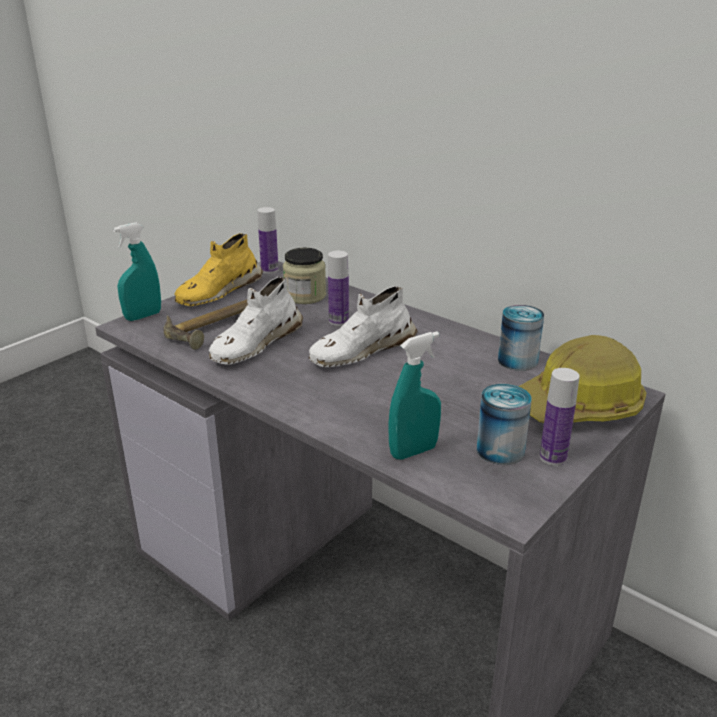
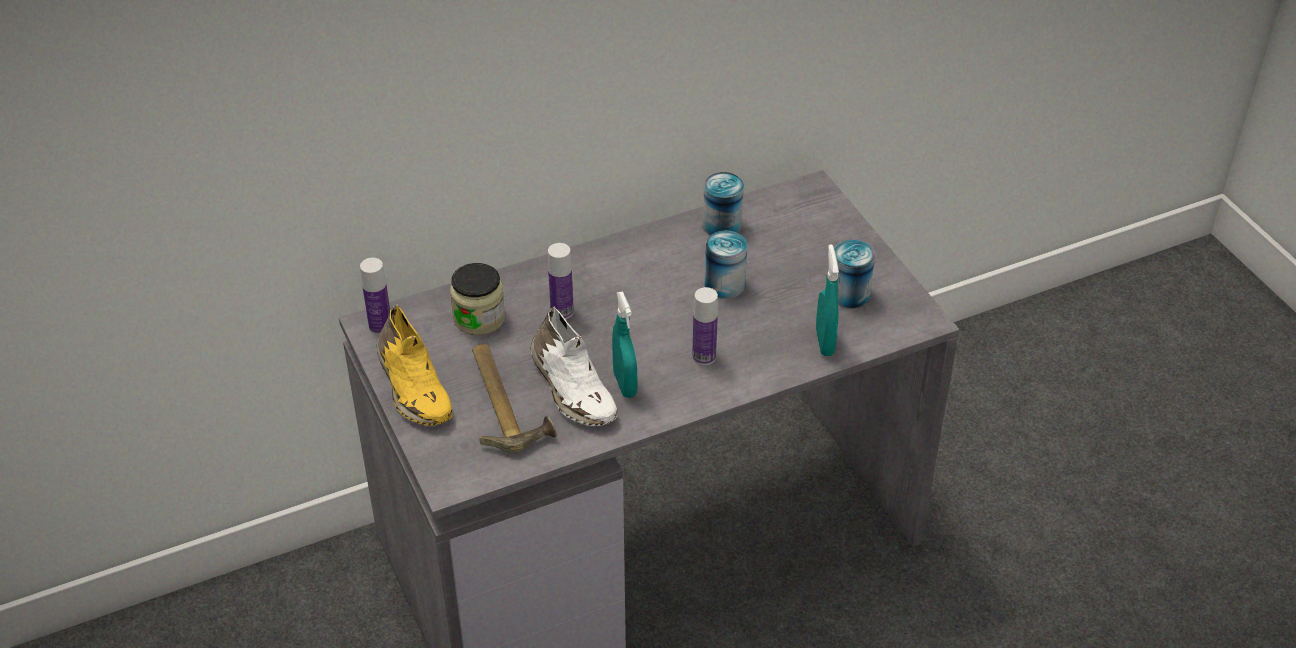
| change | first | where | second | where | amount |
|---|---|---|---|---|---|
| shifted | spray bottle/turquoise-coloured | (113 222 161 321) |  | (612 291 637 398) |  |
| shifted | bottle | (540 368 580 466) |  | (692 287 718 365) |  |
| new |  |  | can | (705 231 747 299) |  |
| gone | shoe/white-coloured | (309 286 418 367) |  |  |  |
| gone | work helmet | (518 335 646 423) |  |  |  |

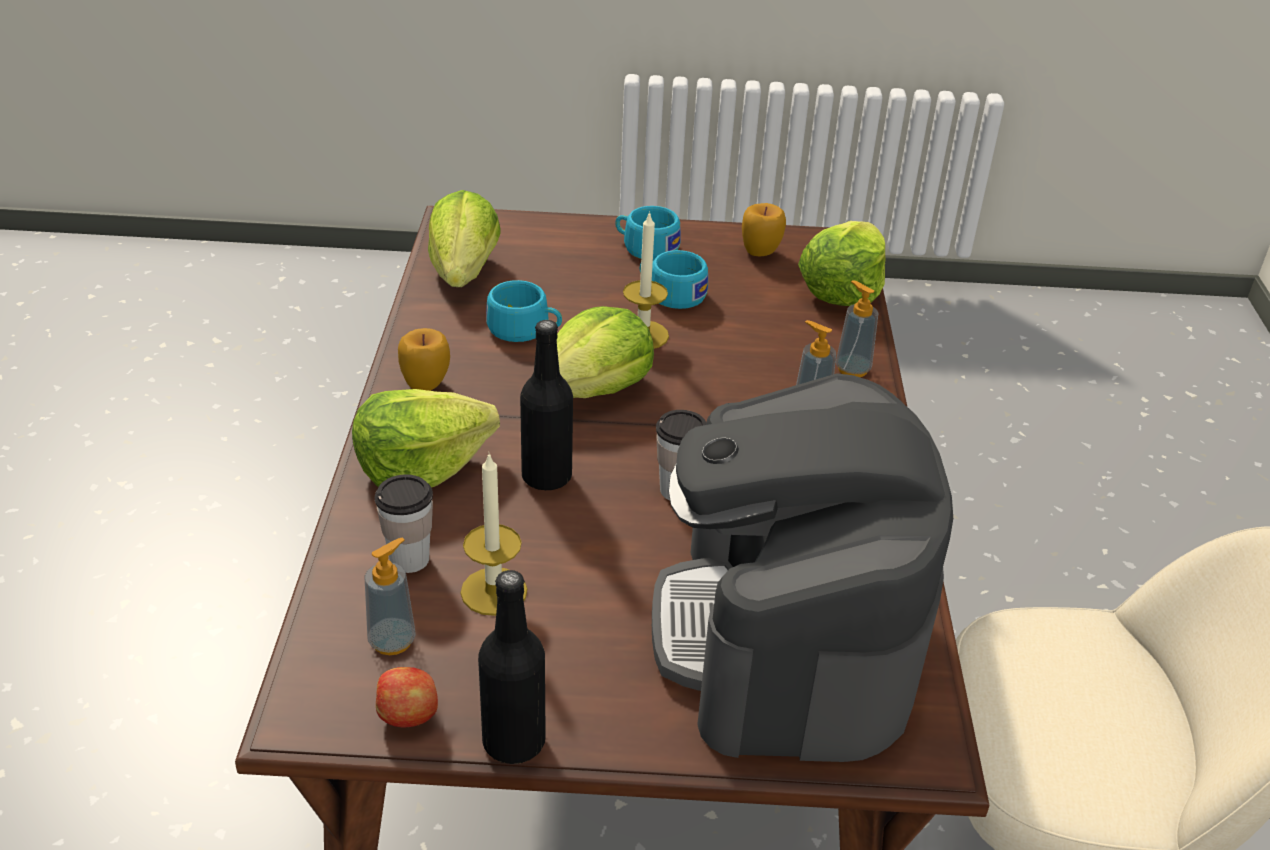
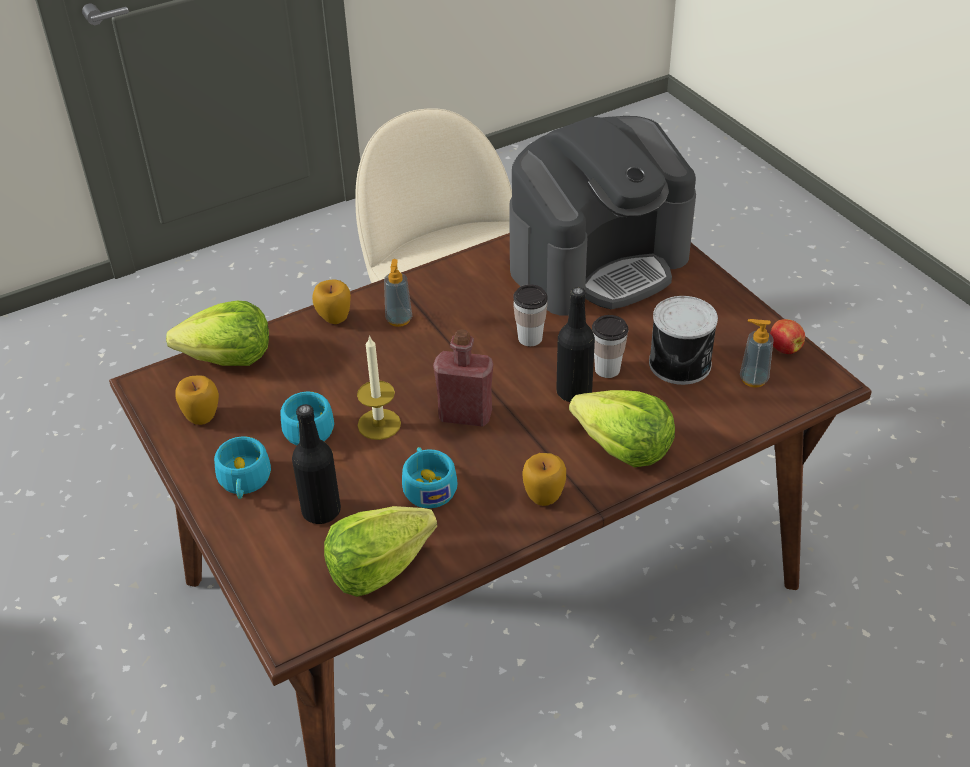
| change | first | where | second | where | amount |
|---|---|---|---|---|---|
| shifted | bottle/blackish | (478 570 546 764) |  | (292 404 341 524) |  |
| swapped | liquid soap bottle | (836 280 878 377) | apple | (312 280 351 324) |  |
| swapped | lettuce | (557 306 654 398) | bottle/red-coloured | (433 329 493 427) |  |
| shifted | drinking cup | (375 474 433 573) |  | (592 315 628 378) |  |
| swapped | wax candle | (461 452 527 616) | can | (649 296 718 385) |  |

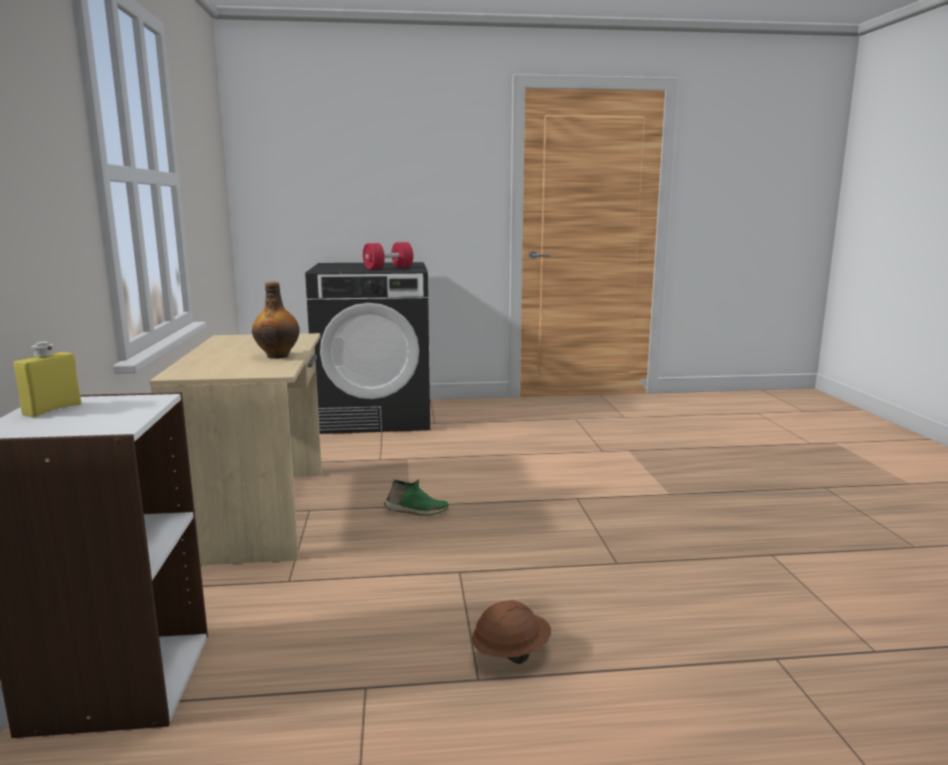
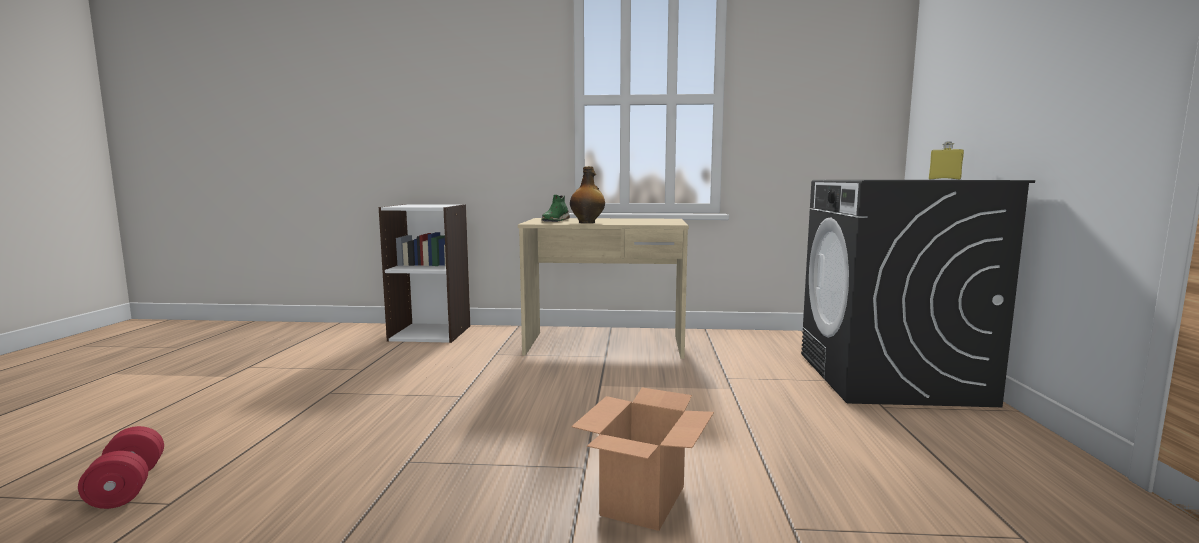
| change | first | where | second | where | amount |
|---|---|---|---|---|---|
| shifted | hand weight/red-coloured | (363 242 413 269) |  | (78 426 164 509) |  |
| shifted | shoe/green | (384 479 448 516) |  | (541 194 570 222) |  |
| new |  |  | cardboard box | (571 387 714 531) |  |
| shifted | bottle/yellowish | (14 342 81 417) |  | (929 142 964 179) |  |
| gone | work helmet/brown | (472 600 551 664) |  |  |  |

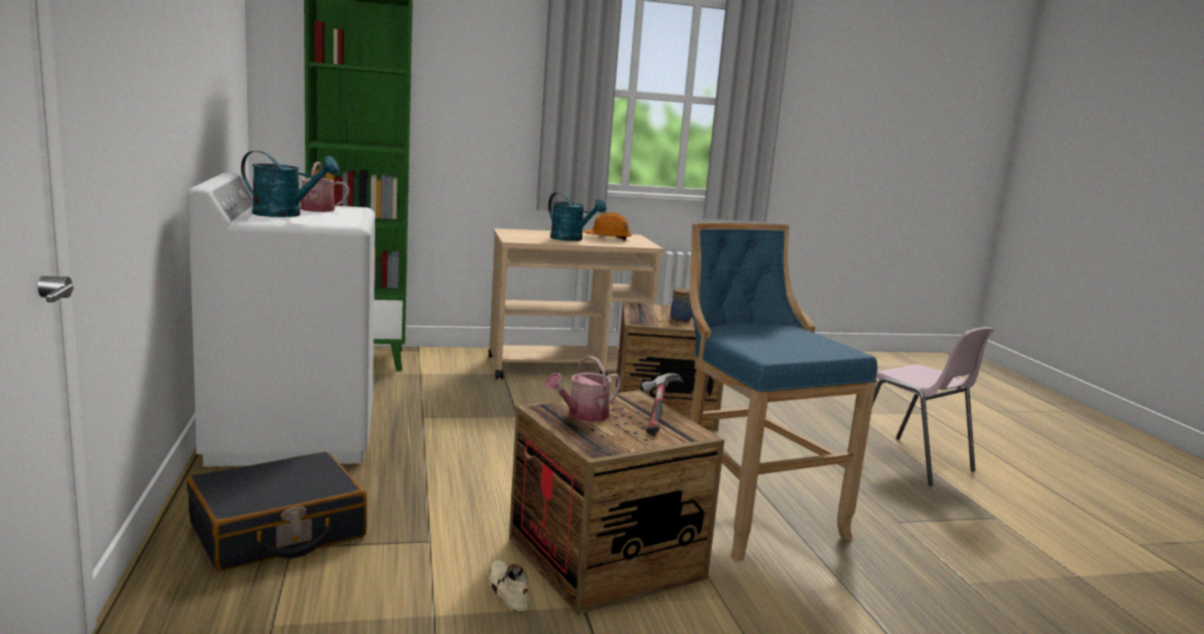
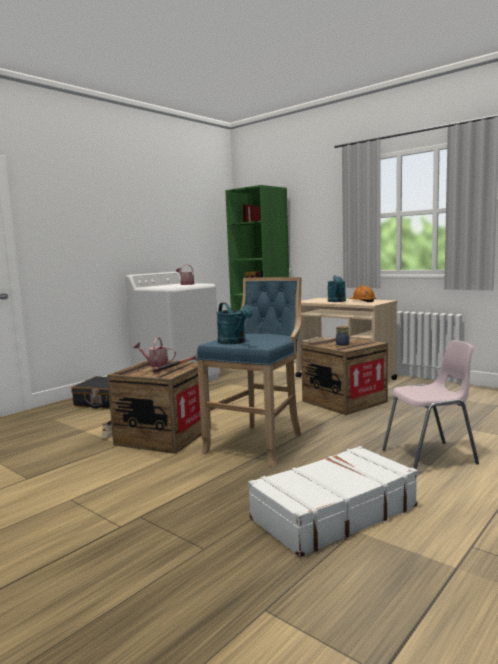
| change | first | where | second | where | amount |
|---|---|---|---|---|---|
| shifted | watering pot/turquoise-coloured | (241 151 340 217) |  | (216 302 253 344) |  |
| new |  |  | travel case/white-coloured | (248 446 418 557) |  |
| rotated | upright chair/pinkish | (872 327 993 486) |  | (383 340 479 469) | 120 degrees counterclockwise |

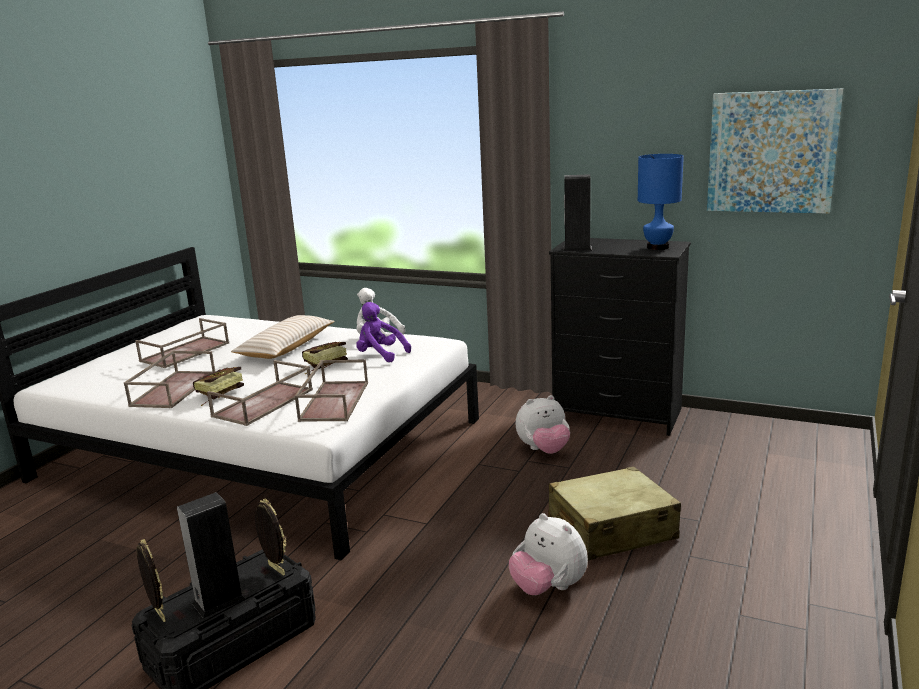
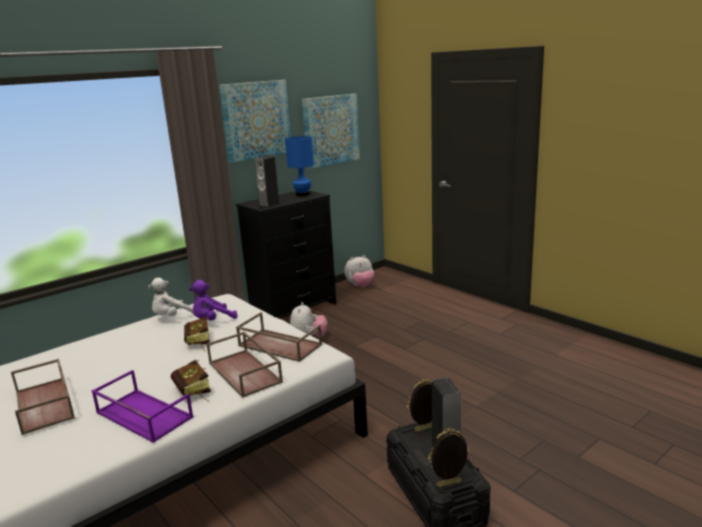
| change | first | where | second | where | amount |
|---|---|---|---|---|---|
| repainted | tray/brown | (124 351 215 408) | tray/purple | (91 370 193 443) |  |
| new |  |  | picture | (219 80 291 163) |  |
| shifted | soft toy | (509 513 588 595) |  | (344 255 374 287) |  |
| gone | cushion/beige | (231 315 335 359) |  |  |  |
| gone | travel case/beige | (548 466 681 561) |  |  |  |

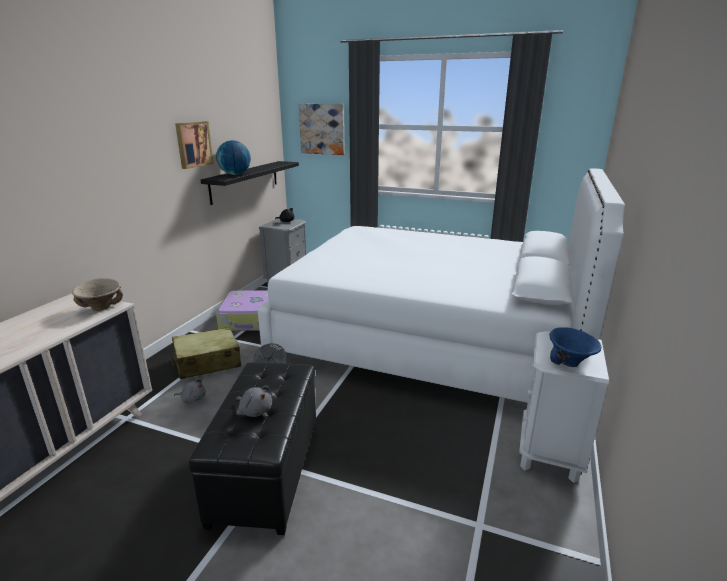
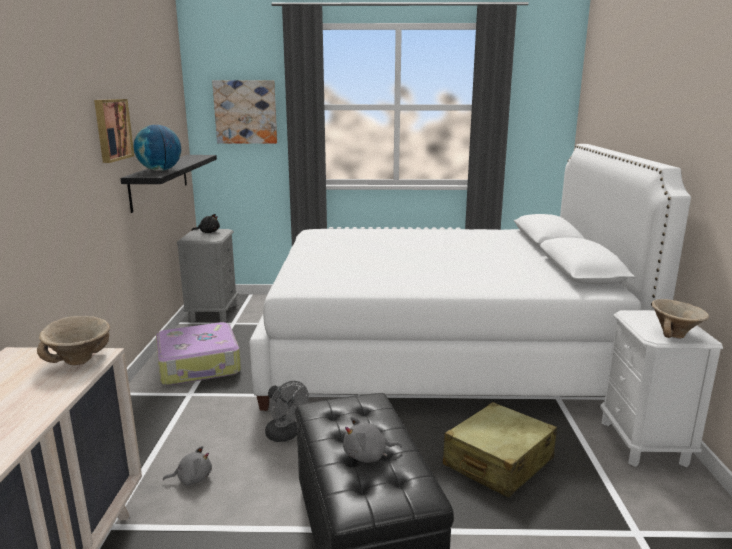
| change | first | where | second | where | amount |
|---|---|---|---|---|---|
| rotated | soft toy/grey | (236 386 272 417) |  | (343 417 402 463) | 150 degrees clockwise |
| shifted | travel case/beige | (170 327 241 379) |  | (443 402 557 498) |  |
| repainted | bowl/blue | (549 327 602 367) | bowl/beige | (652 299 709 338) |  |

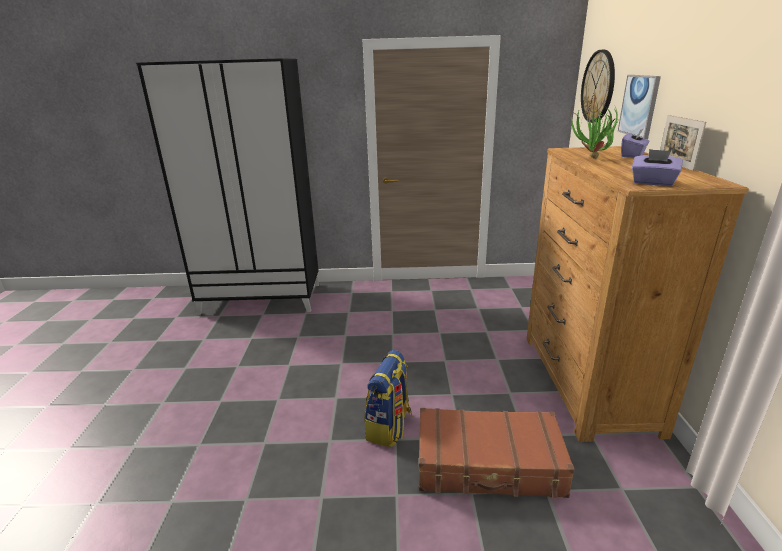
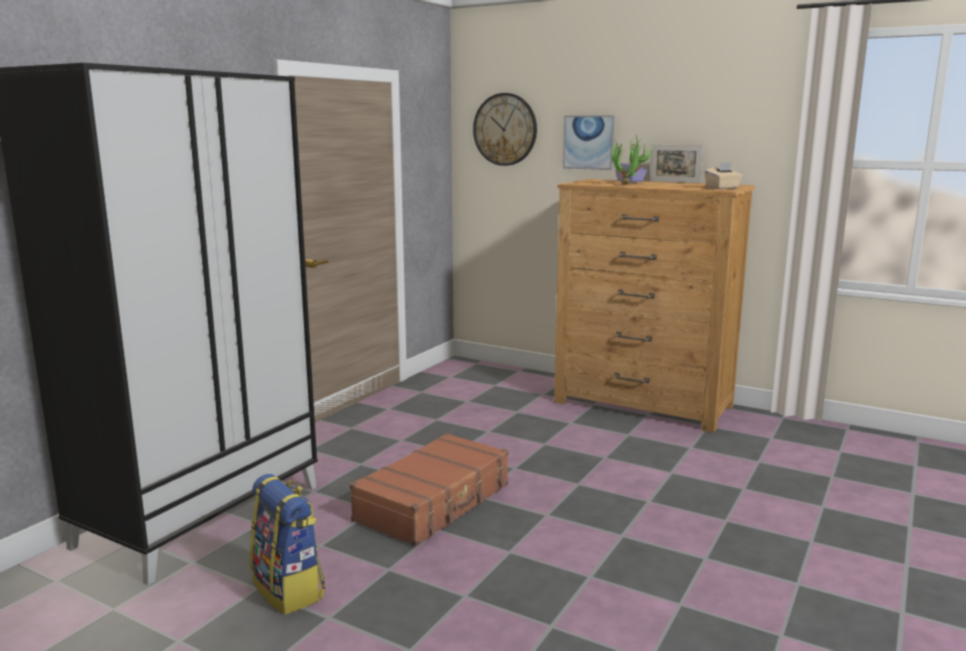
| change | first | where | second | where | amount |
|---|---|---|---|---|---|
| shifted | backpack | (365 350 413 447) |  | (250 474 325 615) |  |
| shifted | travel case/brown | (419 408 575 498) |  | (350 433 508 546) |  |
| repainted | box of tissues/purple | (632 149 683 186) | box of tissues/beige | (705 162 743 189) |  |

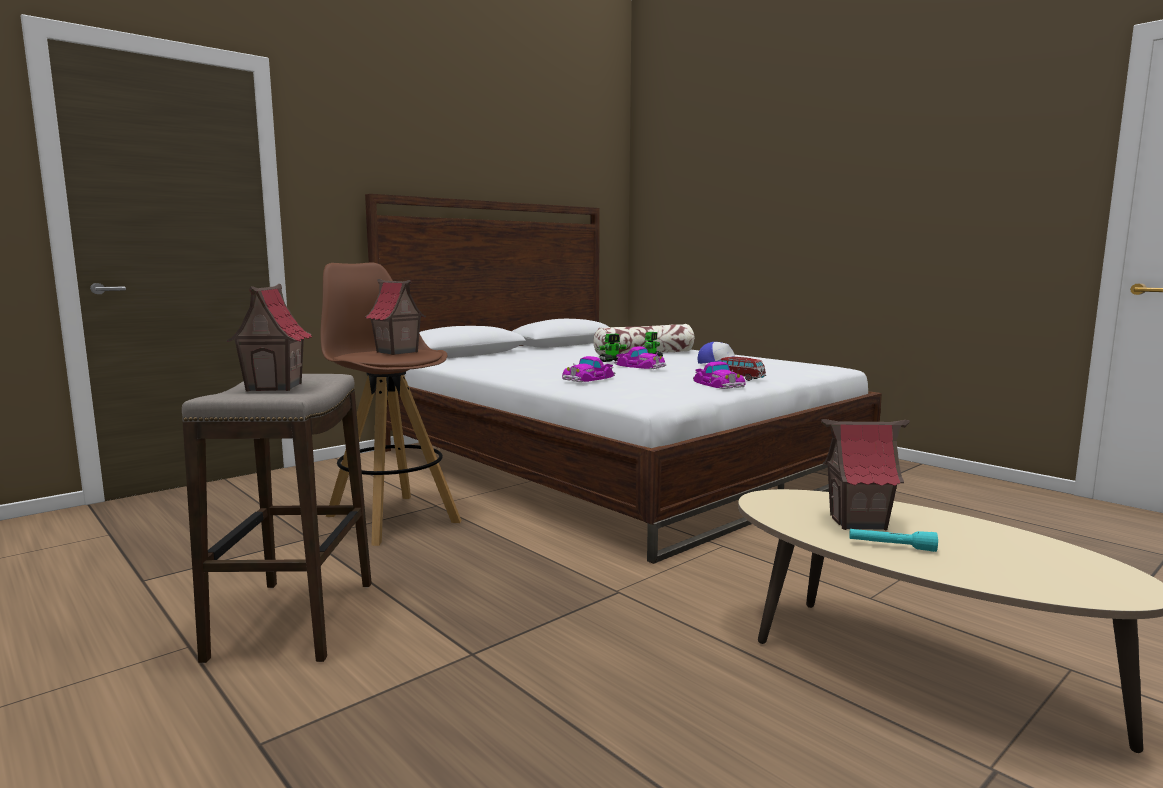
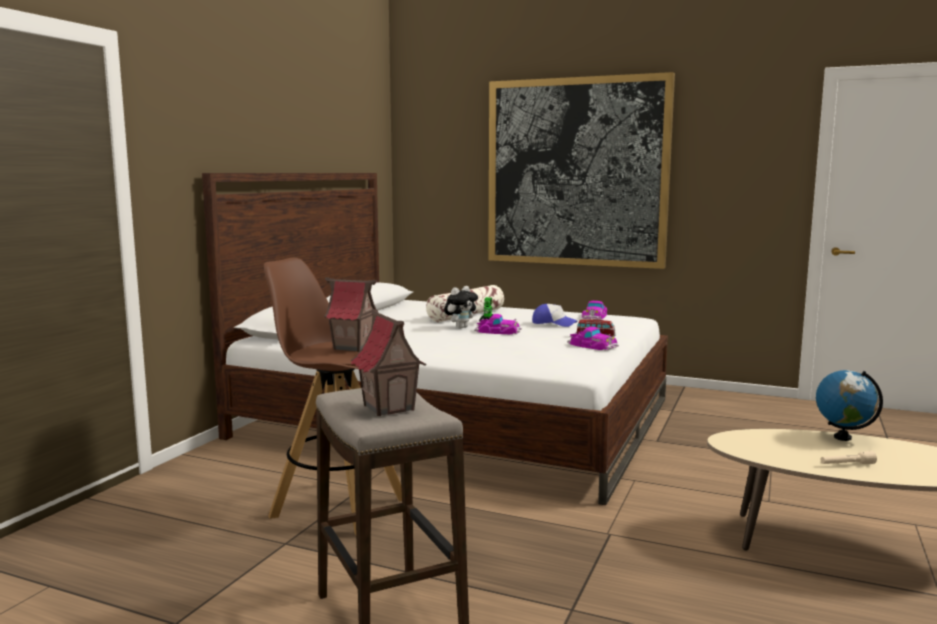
| change | first | where | second | where | amount |
|---|---|---|---|---|---|
| swapped | robot figure | (597 334 628 362) | soft toy | (444 286 478 329) |  |
| new |  |  | picture | (488 72 675 269) |  |
| shifted | miniature car | (562 356 615 382) |  | (582 301 607 320) |  |
| new |  |  | globe | (816 370 883 441) |  |
| repainted | torch/turquoise-coloured | (849 529 938 552) | torch/beige | (821 451 877 464) |  |
| gone | toy house | (821 419 910 530) |  |  |  |

